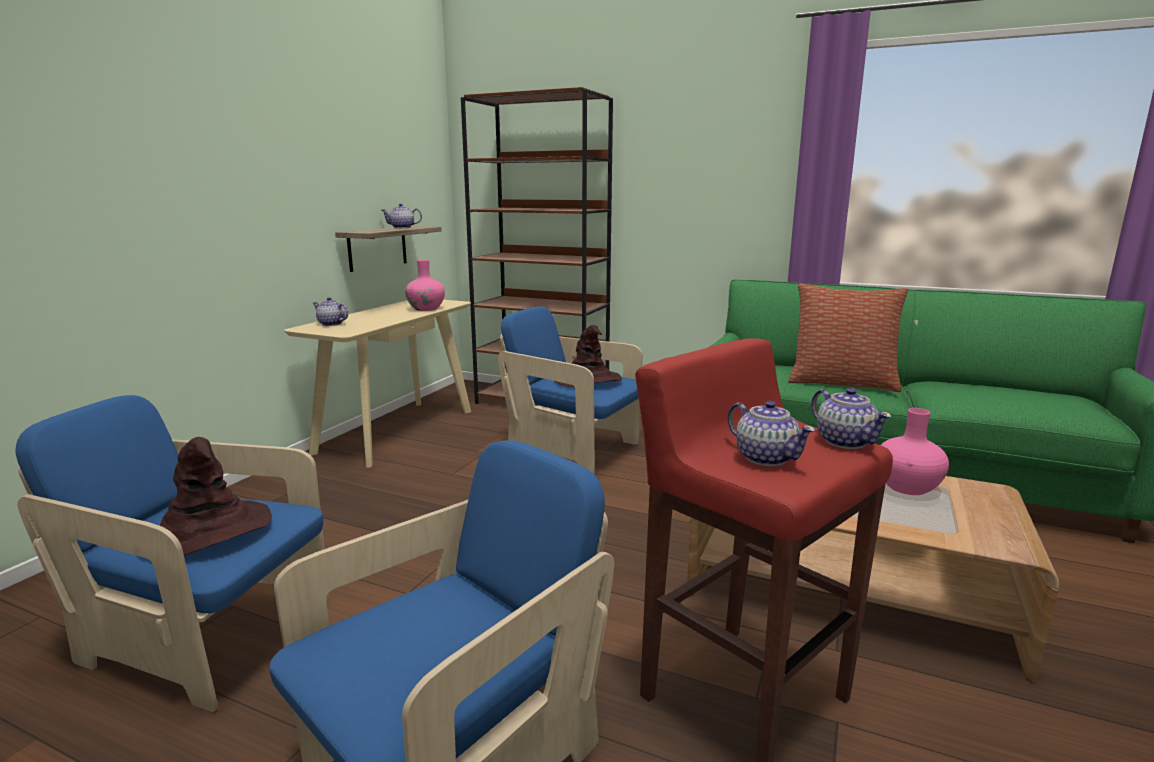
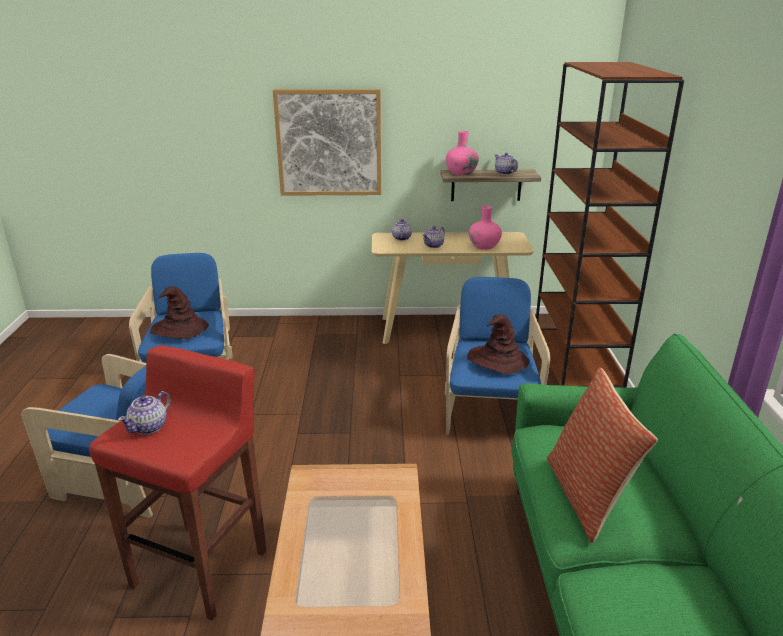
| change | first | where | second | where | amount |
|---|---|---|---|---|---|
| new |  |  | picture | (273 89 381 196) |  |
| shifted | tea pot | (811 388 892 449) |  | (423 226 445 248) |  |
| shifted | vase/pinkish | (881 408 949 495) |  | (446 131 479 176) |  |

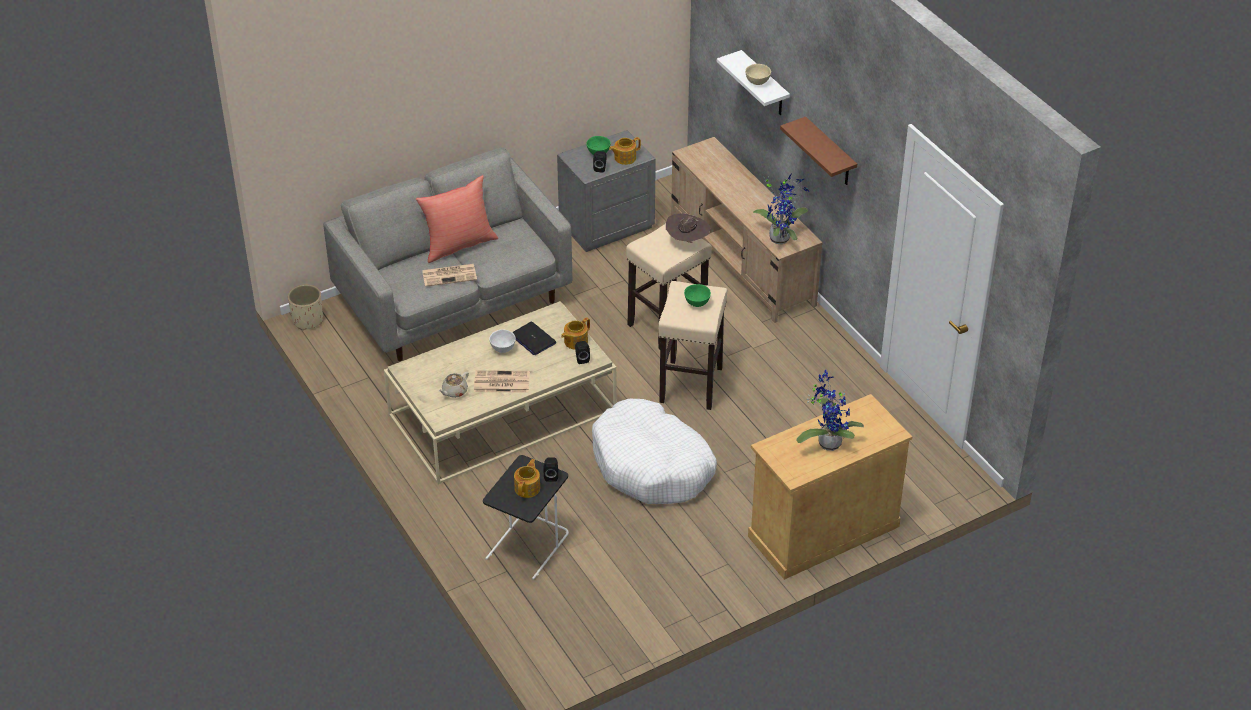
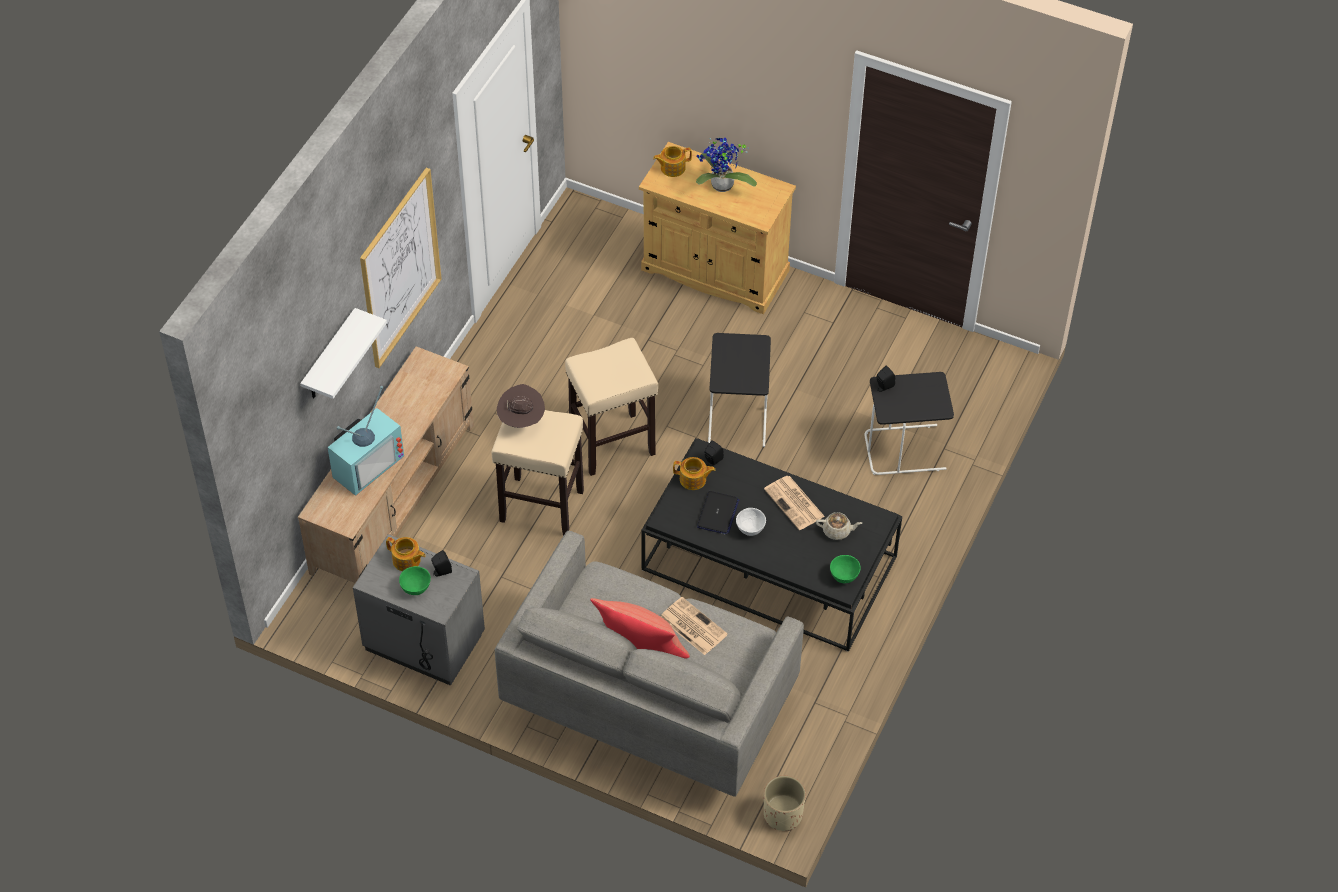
| change | first | where | second | where | amount |
|---|---|---|---|---|---|
| new |  |  | TV | (327 386 404 496) |  |
| swapped | bracket shelf/brown | (780 117 857 185) | picture | (360 168 442 368) |  |
| repainted | low table/beige | (384 301 617 484) | low table/blackish | (641 438 902 652) |  |
| shifted | tea pot | (514 459 540 498) |  | (653 146 692 177) |  |
| swapped | dog bed/white-coloured | (592 399 717 504) | accent table/blackish | (708 333 771 447) |  |
| shifted | bowl/green | (684 284 711 307) |  | (830 555 861 583) |  |
| gone | bowl/beige | (745 64 771 85) |  |  |  |
| gone | plant in a pot | (753 174 809 245) |  |  |  |

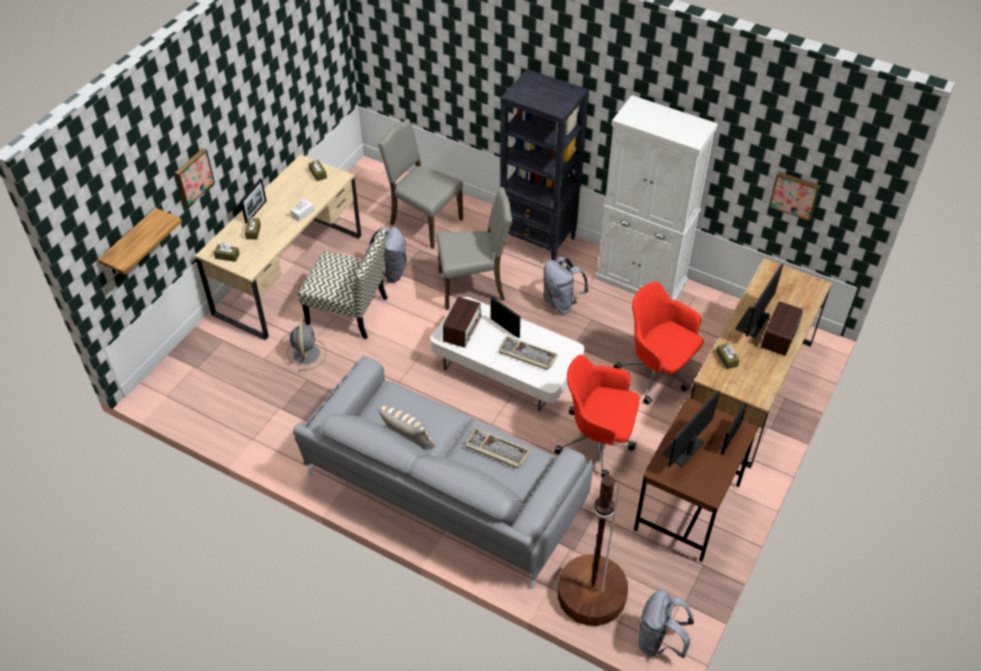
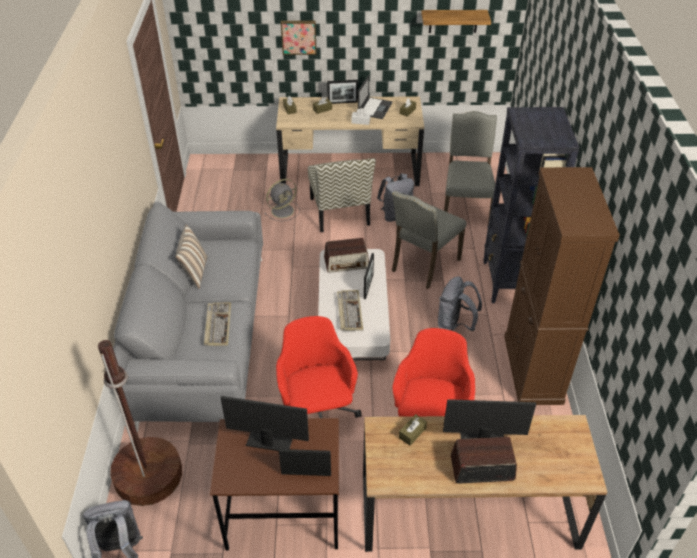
| change | first | where | second | where | amount |
|---|---|---|---|---|---|
| new |  |  | laptop | (358 75 392 119) |  |
| rotated | upright chair/grey | (436 187 513 310) |  | (392 191 466 289) | 75 degrees clockwise |
| shifted | bracket shelf | (98 208 182 275) |  | (421 10 491 33) |  |
| repainted | cabinet/white-coloured | (596 95 718 300) | cabinet/brown | (504 167 620 405) |  |
| gone | picture | (769 172 821 221) |  |  |  |

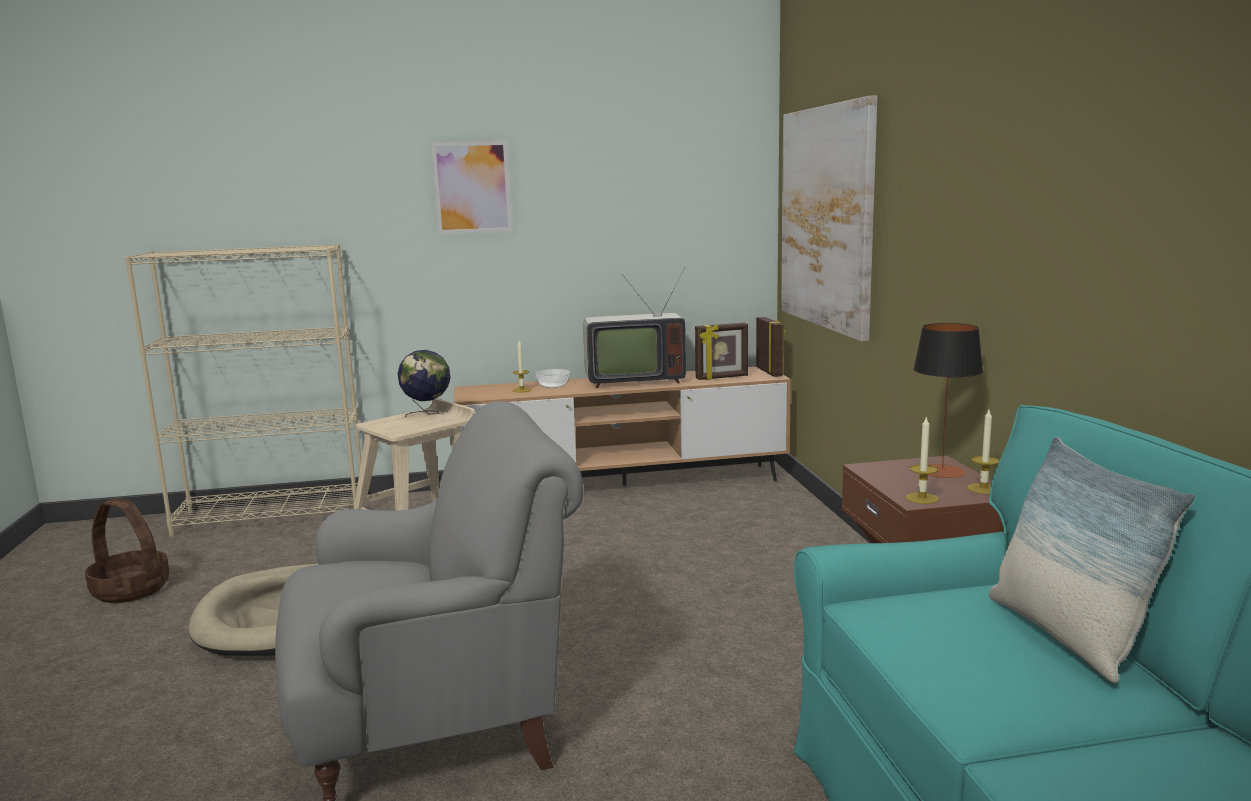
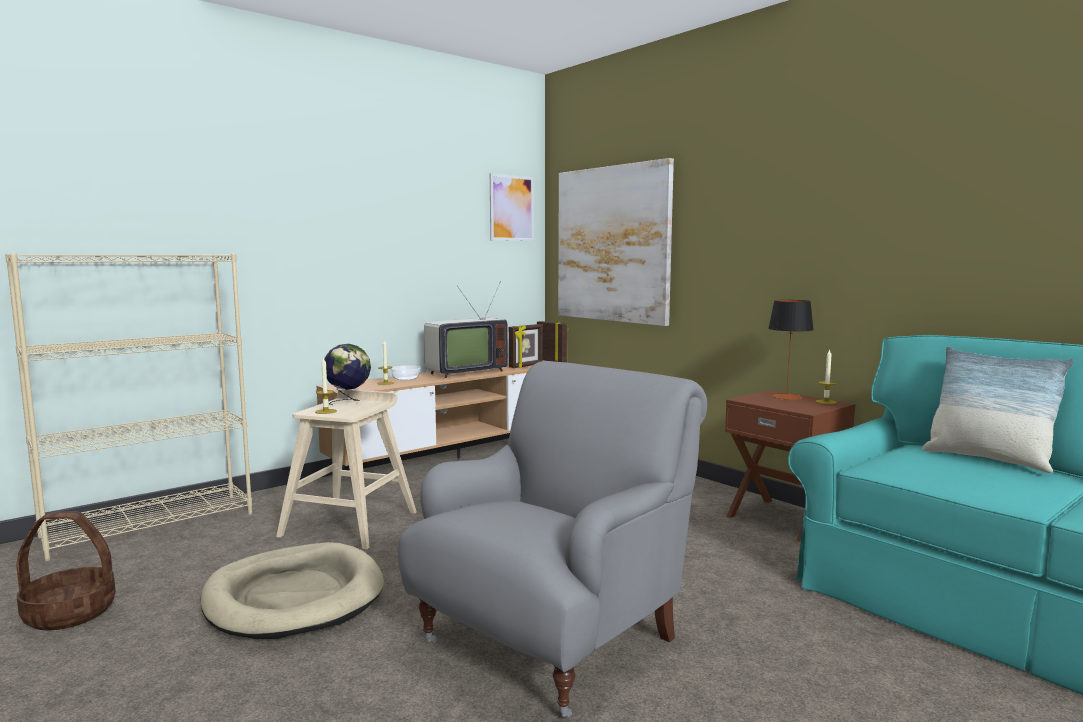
| change | first | where | second | where | amount |
|---|---|---|---|---|---|
| shifted | wax candle | (906 416 939 504) |  | (315 357 337 414) |  |
| shifted | picture | (431 141 512 234) |  | (490 173 533 241) |  |

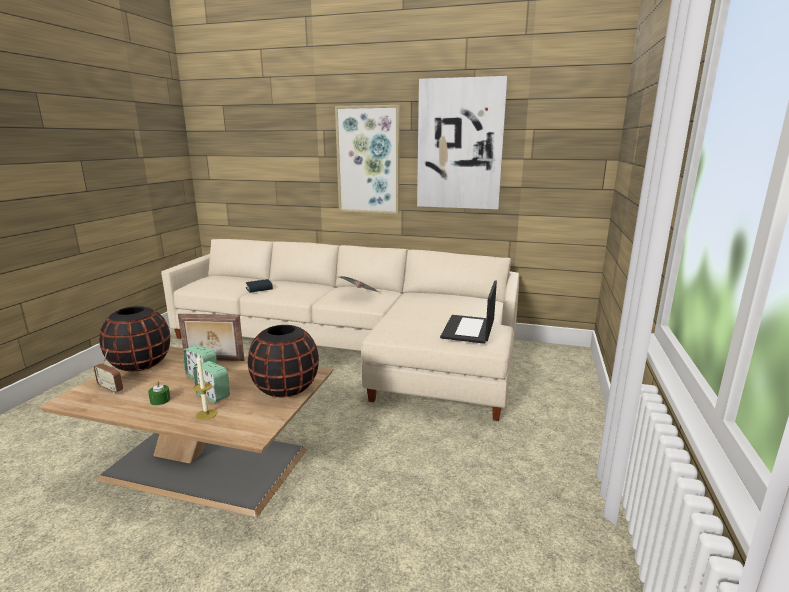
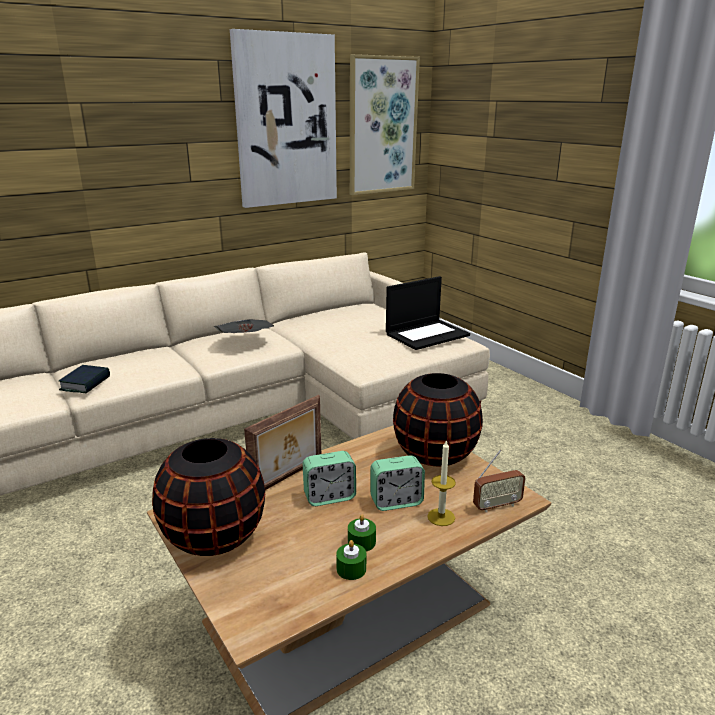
| change | first | where | second | where | amount |
|---|---|---|---|---|---|
| new |  |  | wax candle/green | (336 540 366 580) |  |
| shifted | picture | (335 105 400 214) |  | (350 54 420 195) |  |
| rotated | laptop | (440 280 497 344) |  | (386 276 470 350) | 90 degrees counterclockwise |
| shifted | radio receiver | (94 349 123 394) |  | (473 449 525 513) |  |

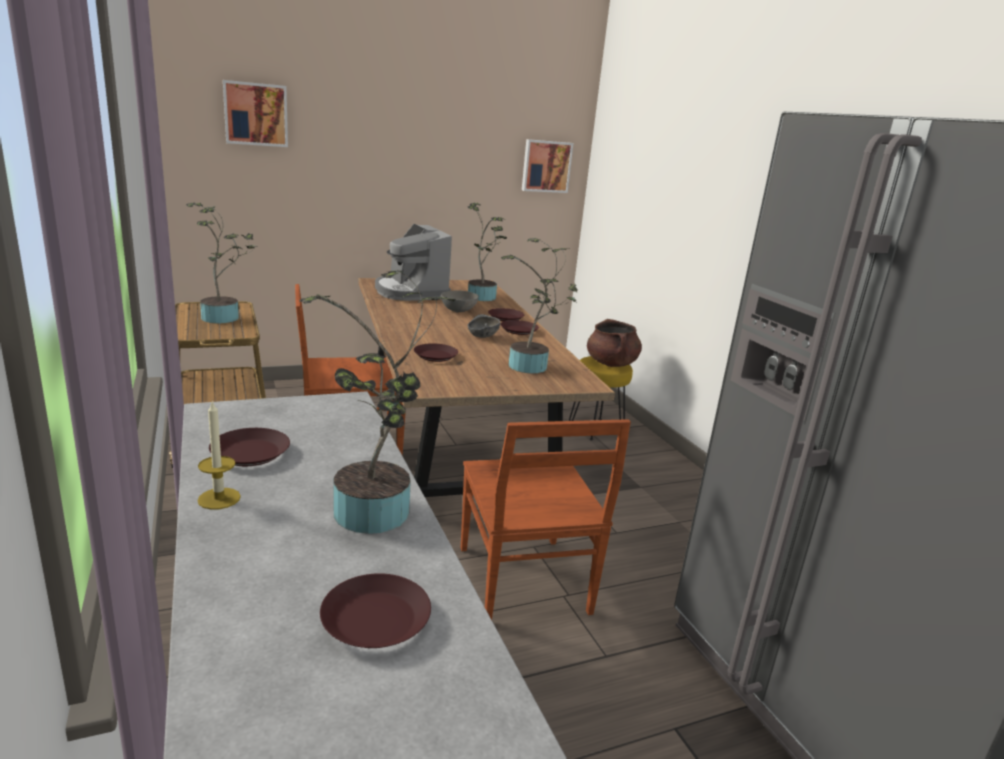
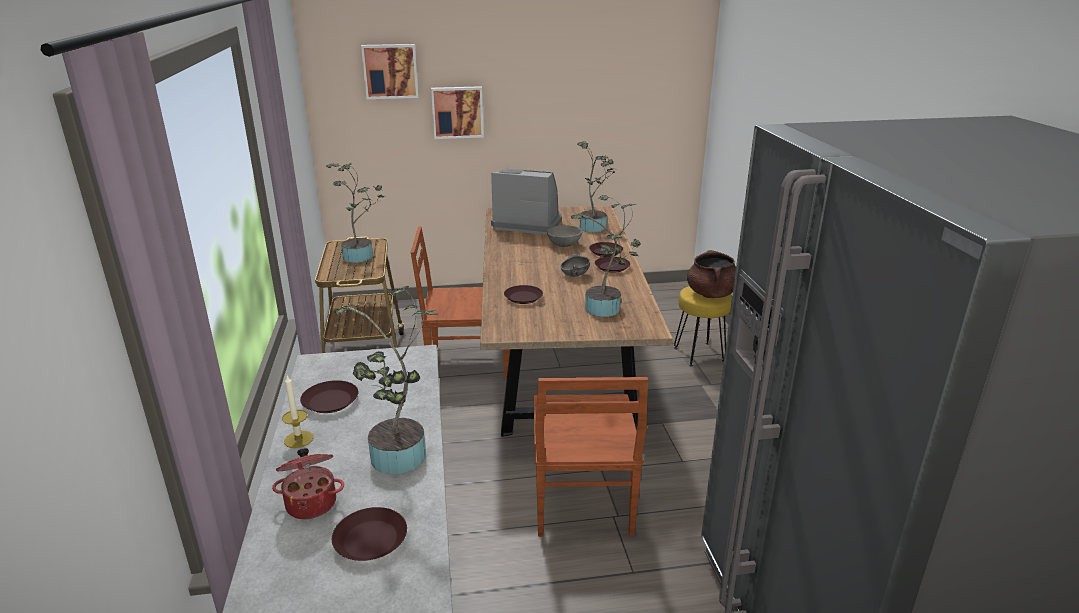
| change | first | where | second | where | amount |
|---|---|---|---|---|---|
| new |  |  | saucepot | (272 448 344 519) |  |
| shifted | picture | (522 139 574 193) |  | (431 86 484 139) |  |
| rotated | coffee maker | (375 224 452 301) |  | (491 169 562 235) | 120 degrees clockwise |

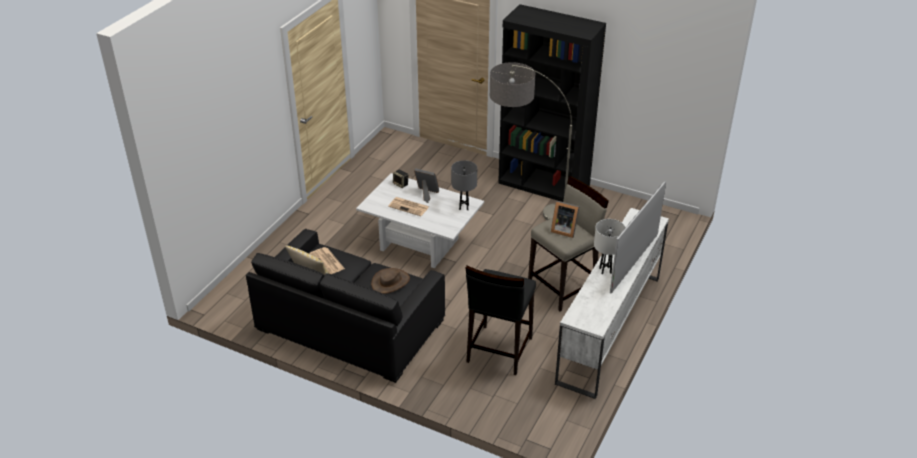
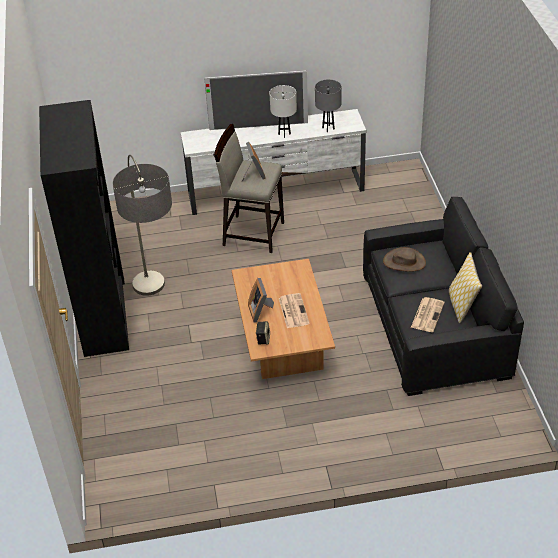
| change | first | where | second | where | amount |
|---|---|---|---|---|---|
| repainted | low table/white-coloured | (356 173 484 268) | low table/brown | (232 259 335 379) |  |
| shifted | tabletop lamp/grey | (451 160 477 210) |  | (315 79 342 132) |  |
| gone | stool/blackish | (466 266 536 375) |  |  |  |

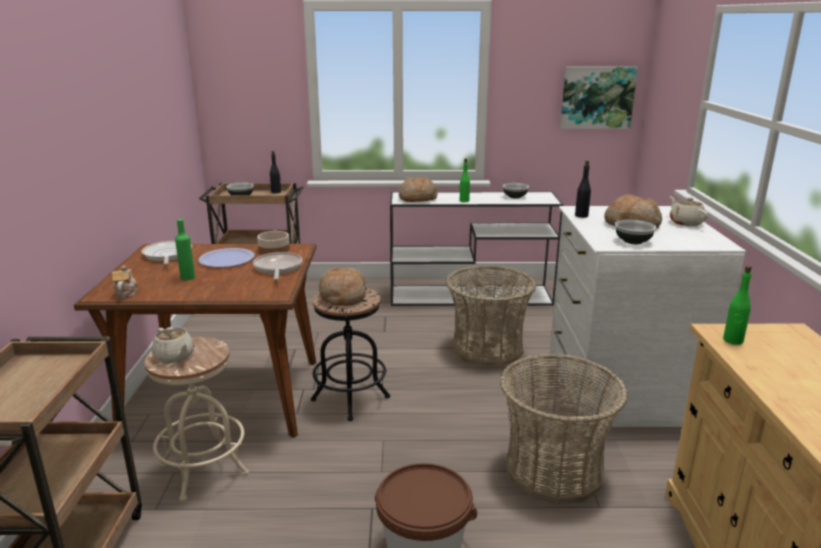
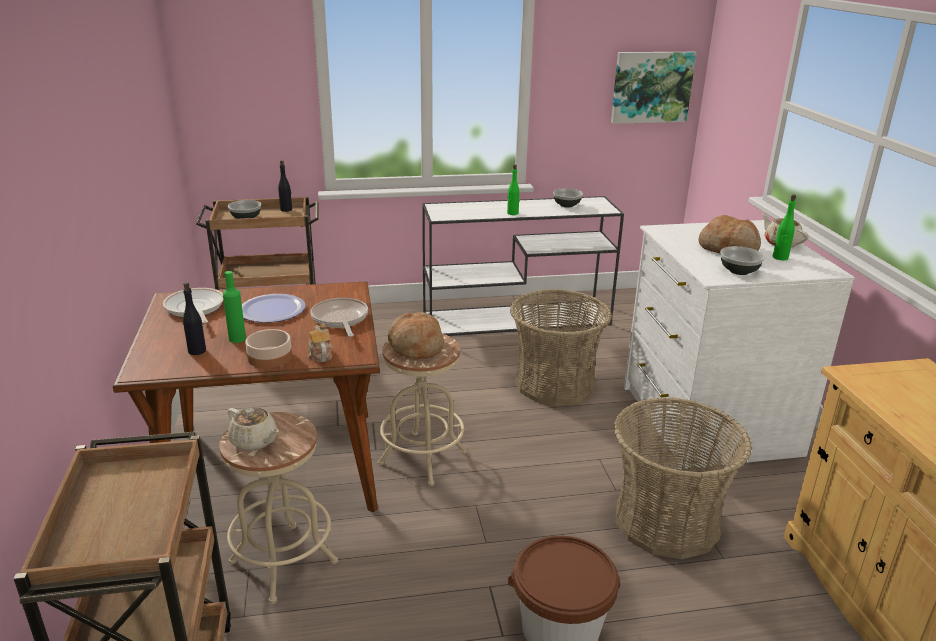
| change | first | where | second | where | amount |
|---|---|---|---|---|---|
| shifted | bottle/blackish | (575 161 591 218) |  | (183 282 206 355) |  |
| shifted | bowl | (257 231 290 254) |  | (245 329 292 368) |  |
| shifted | tea pot | (112 265 138 299) |  | (308 323 332 362) |  |
| repainted | stool/blackish | (311 288 390 421) | stool/beige | (378 334 467 486) |  |
| shifted | bottle/green | (723 265 752 345) |  | (773 195 796 261) |  |
| gone | bakery bread | (399 178 438 202) |  |  |  |

